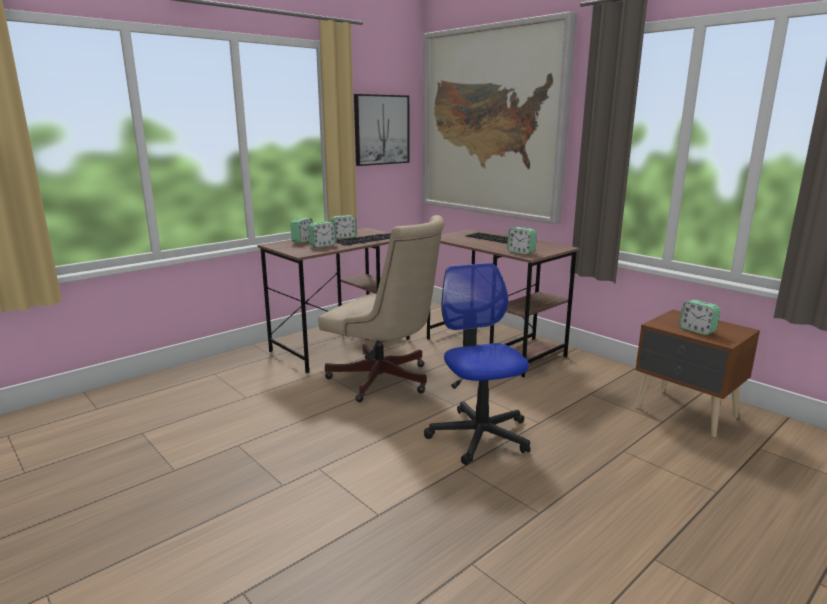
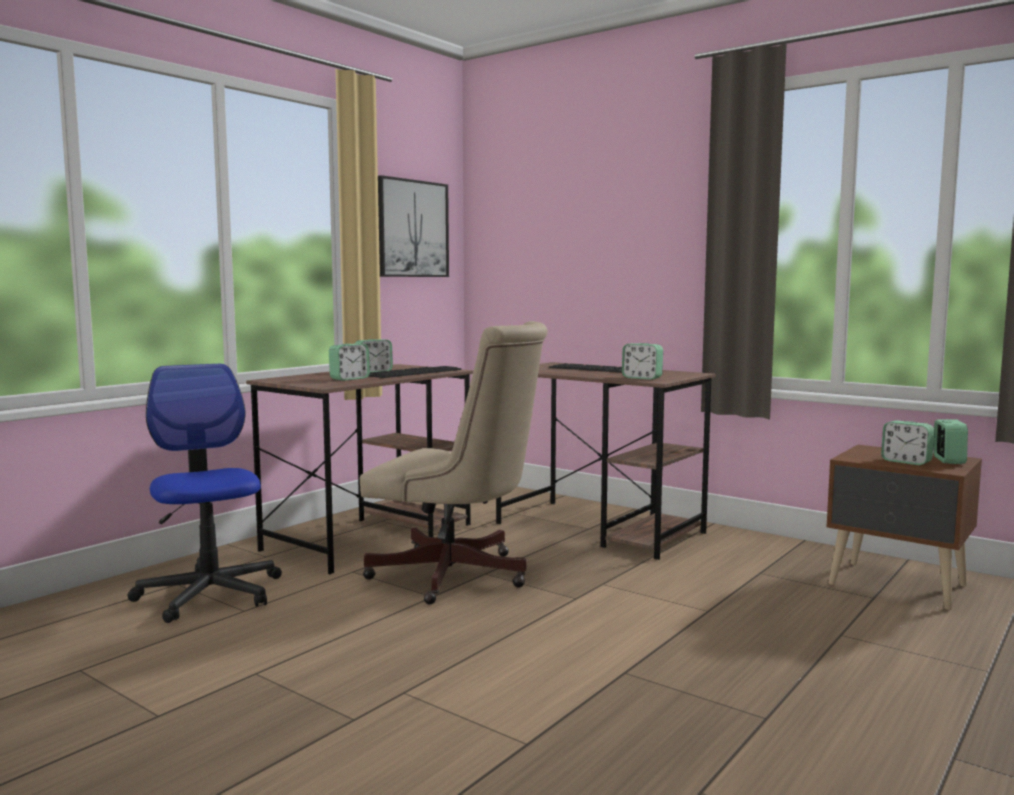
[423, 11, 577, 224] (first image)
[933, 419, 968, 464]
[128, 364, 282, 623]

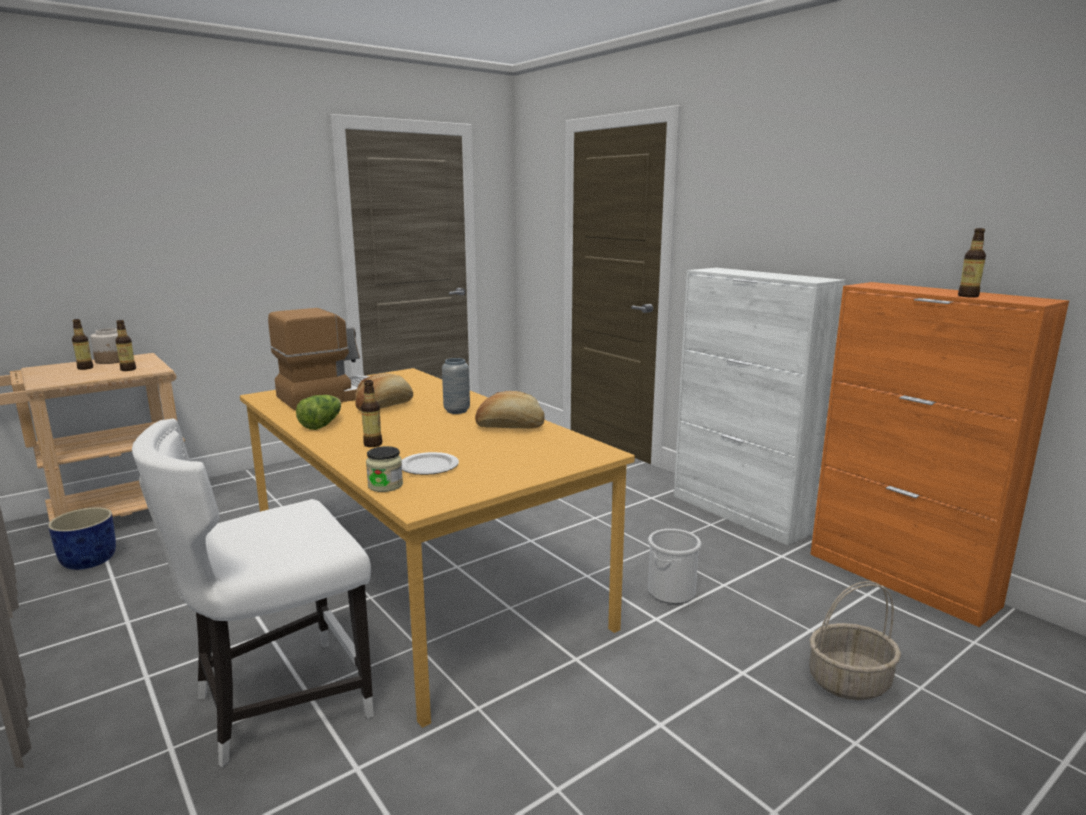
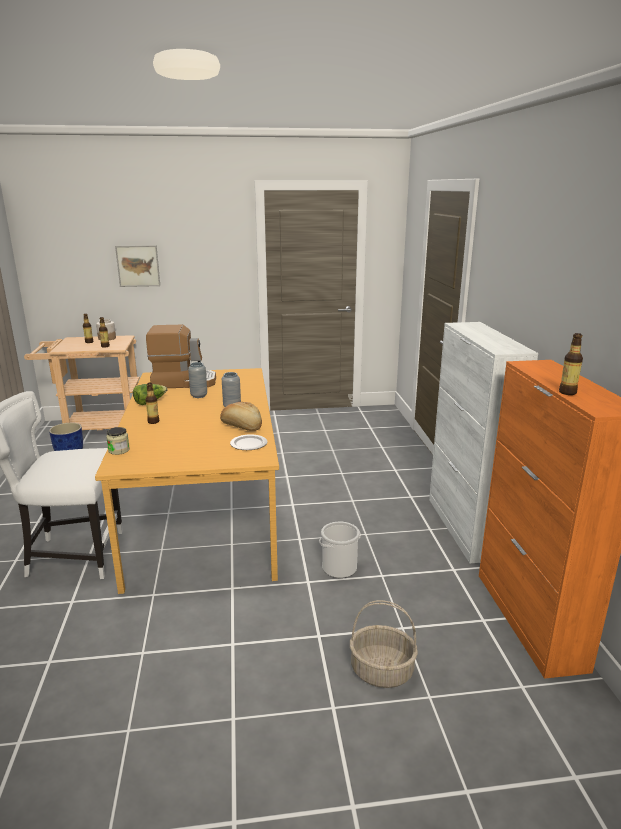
[188, 362, 207, 398]
[230, 434, 267, 450]
[115, 245, 160, 287]

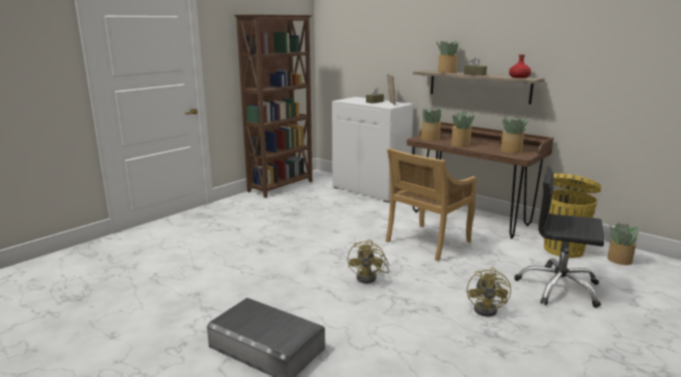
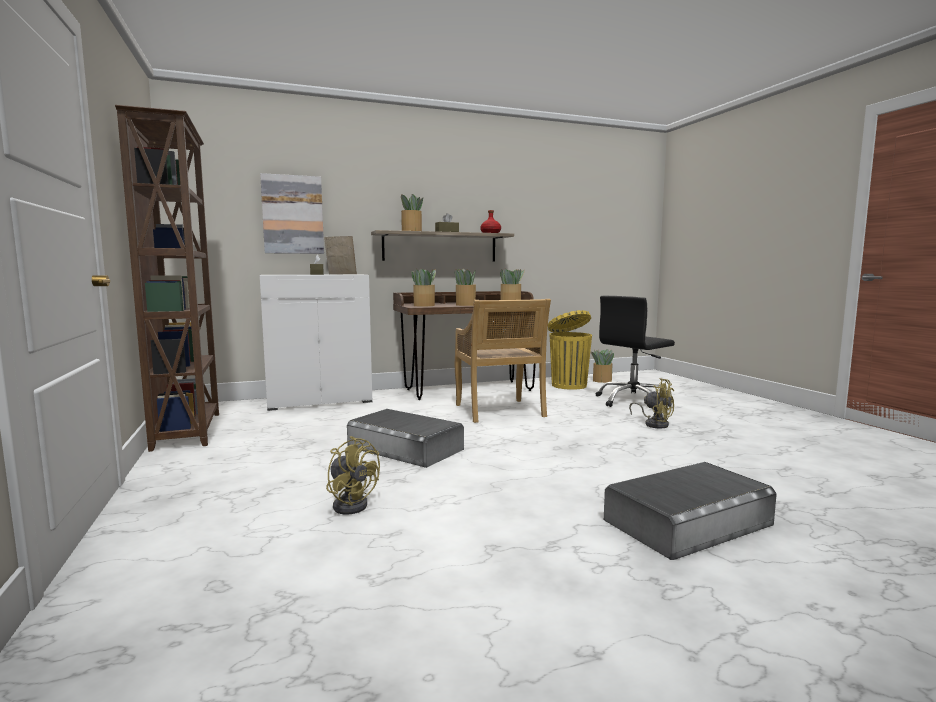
[326, 436, 380, 515]
[260, 173, 324, 254]
[347, 409, 464, 468]

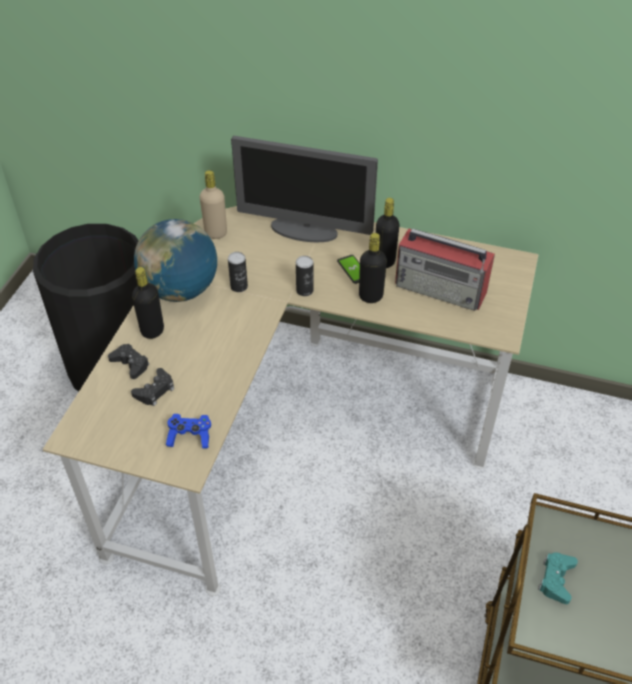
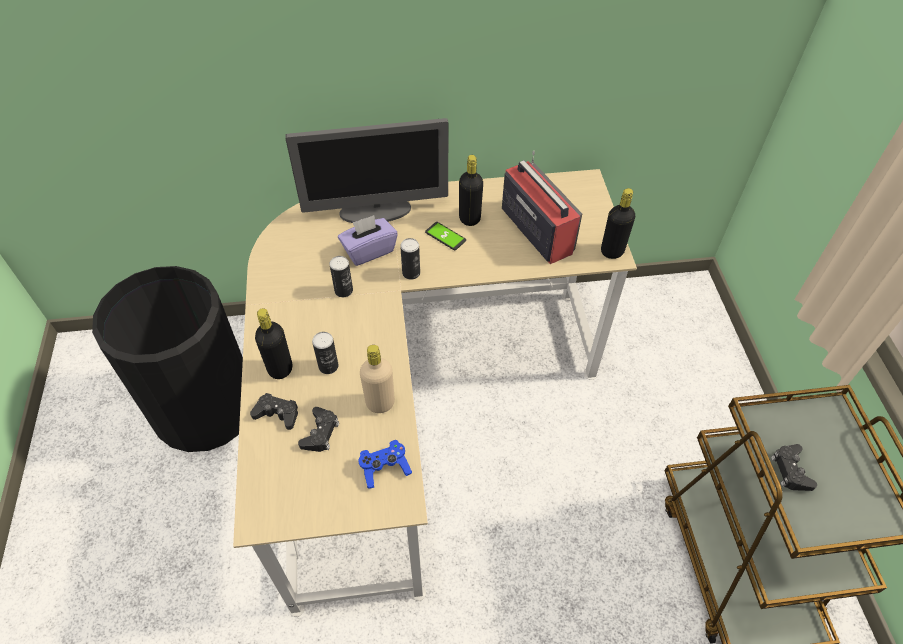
[360, 345, 395, 413]
[134, 219, 217, 302] (first image)
[502, 151, 582, 264]
[601, 188, 635, 259]
[771, 444, 817, 491]
[338, 215, 398, 266]
[312, 332, 338, 374]

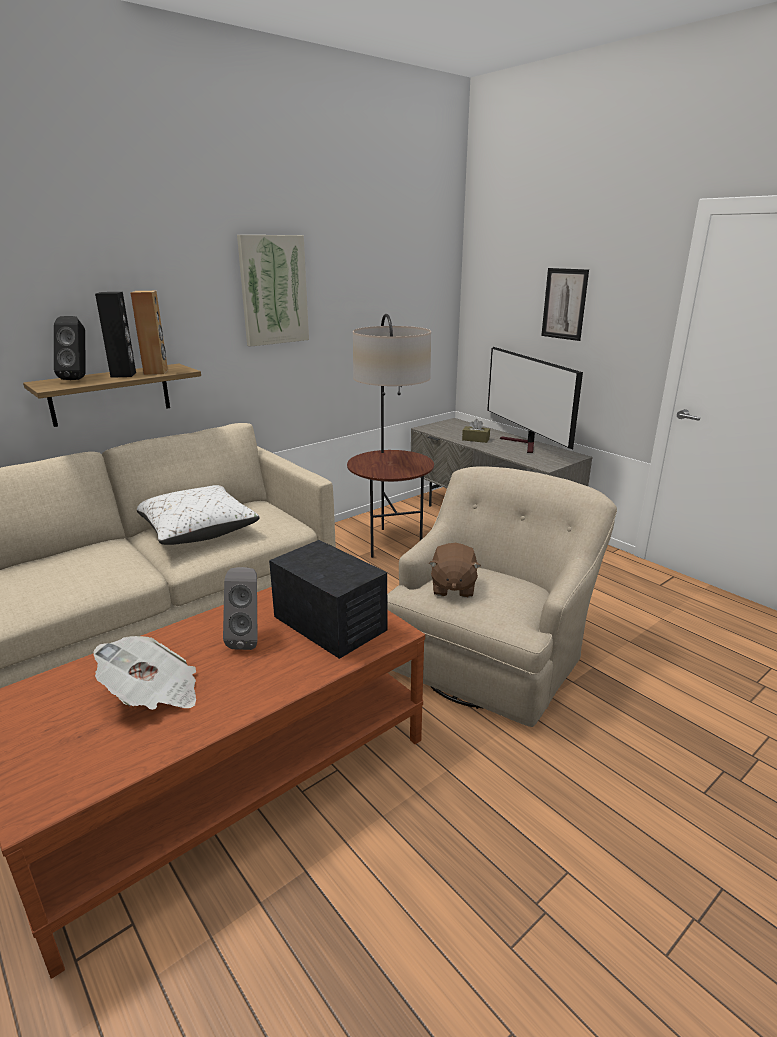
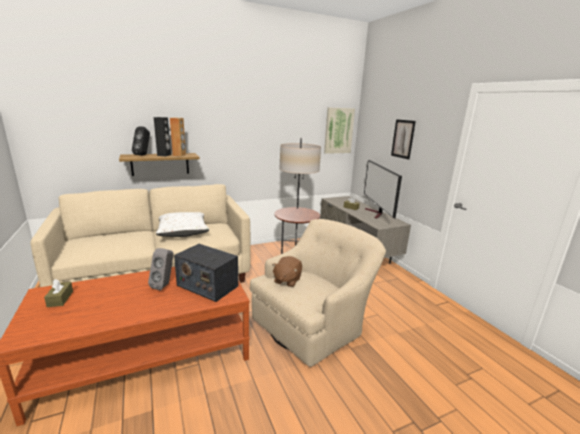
[324, 107, 355, 154]
[174, 244, 238, 302]
[93, 636, 196, 710] (first image)
[44, 279, 73, 307]

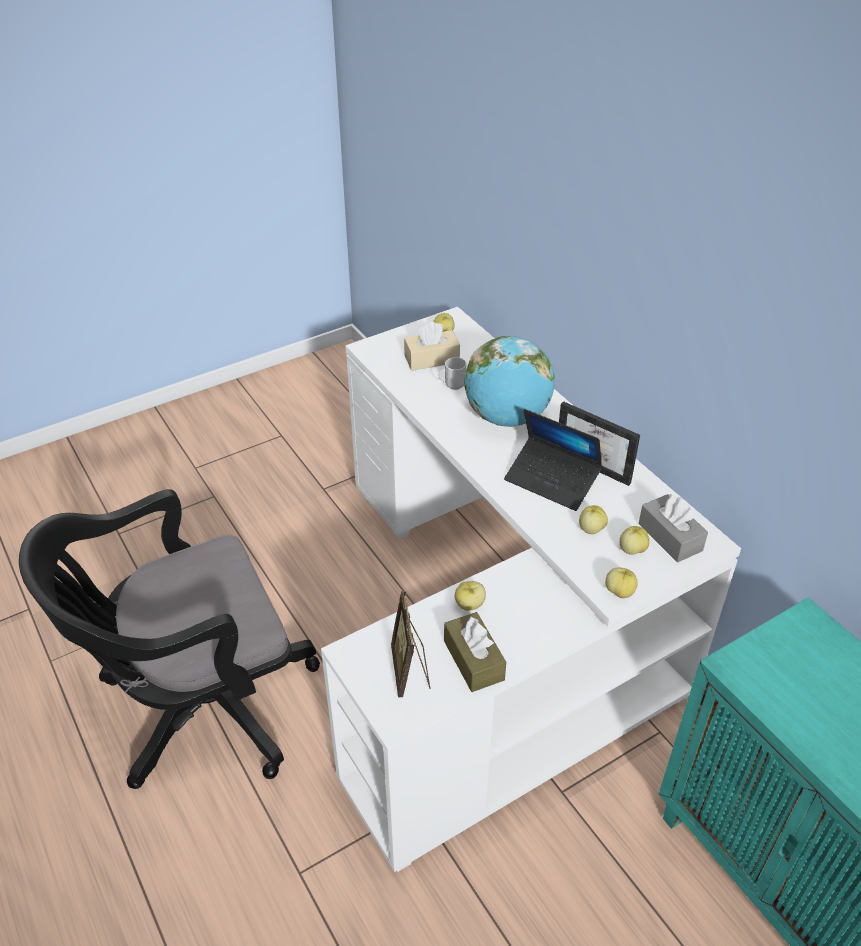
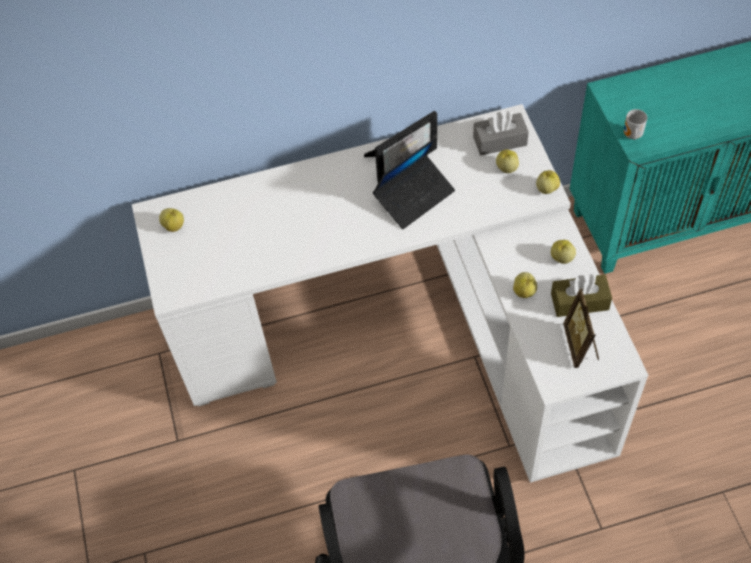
[404, 322, 460, 371] (first image)
[464, 336, 555, 427] (first image)
[624, 109, 647, 140]
[551, 240, 576, 264]
[563, 289, 599, 368]

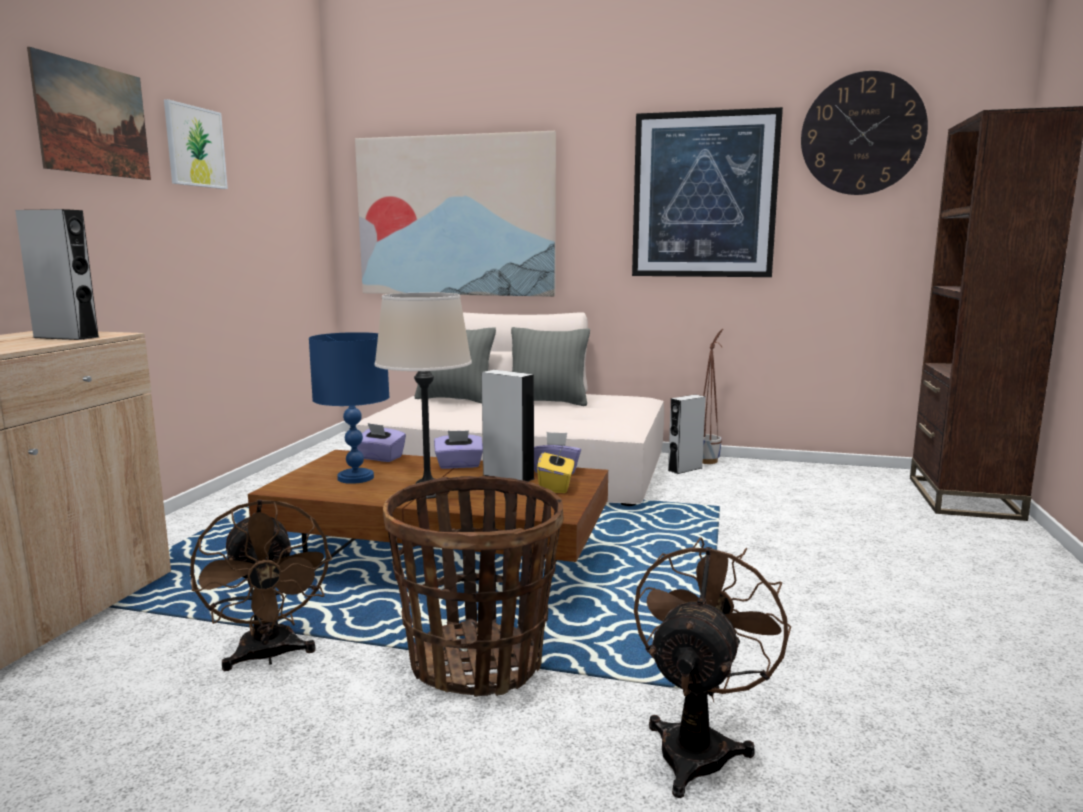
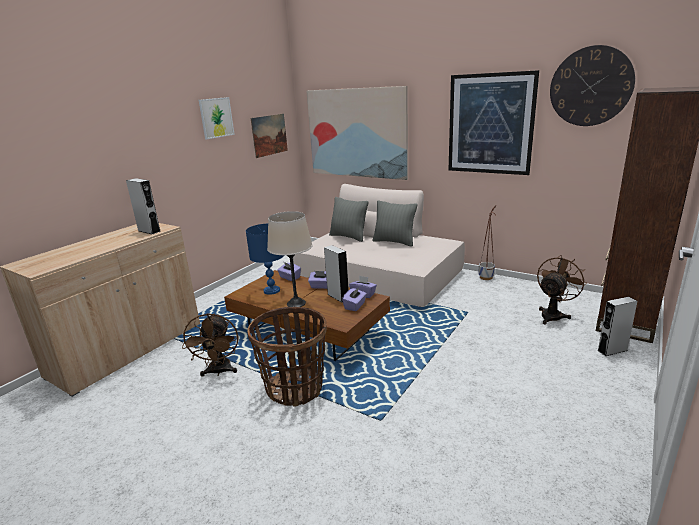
[251, 114, 288, 158]
[597, 297, 637, 356]
[342, 287, 367, 311]
[537, 255, 587, 324]

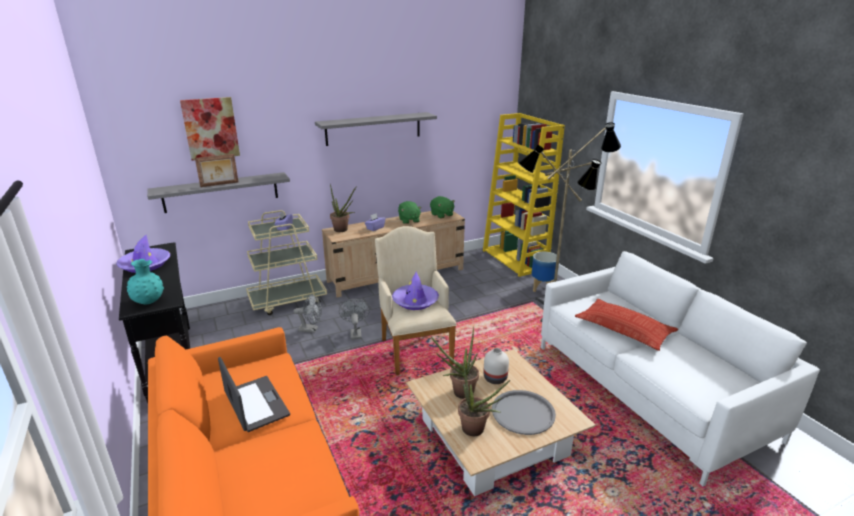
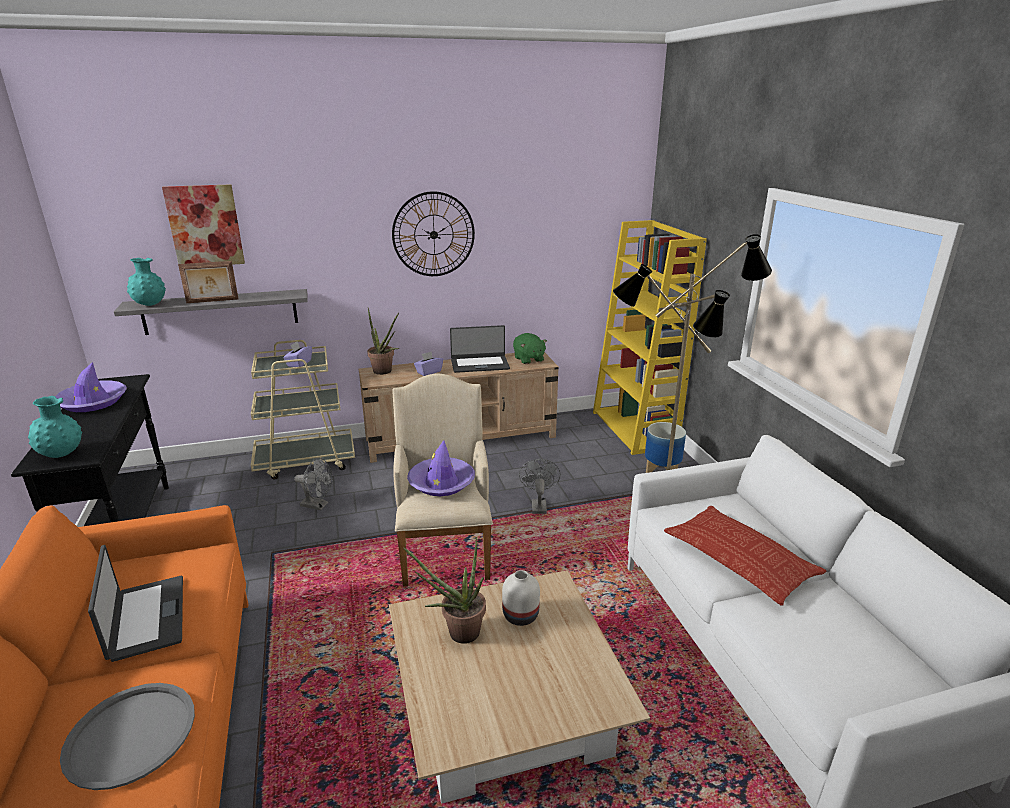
[392, 191, 475, 276]
[450, 325, 510, 373]
[519, 459, 560, 514]
[458, 361, 510, 436] (first image)
[60, 683, 195, 790]
[127, 258, 166, 306]

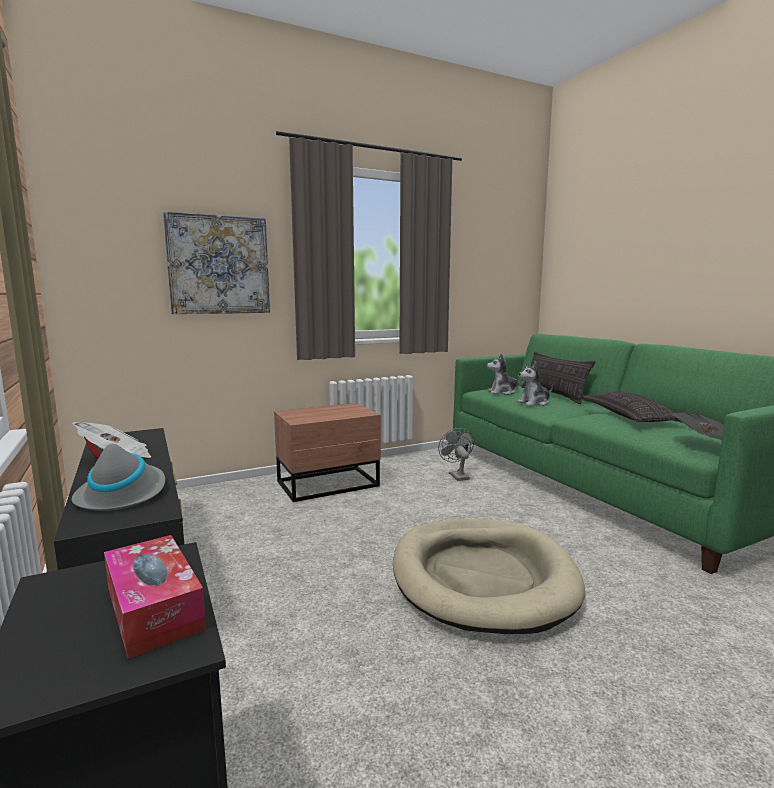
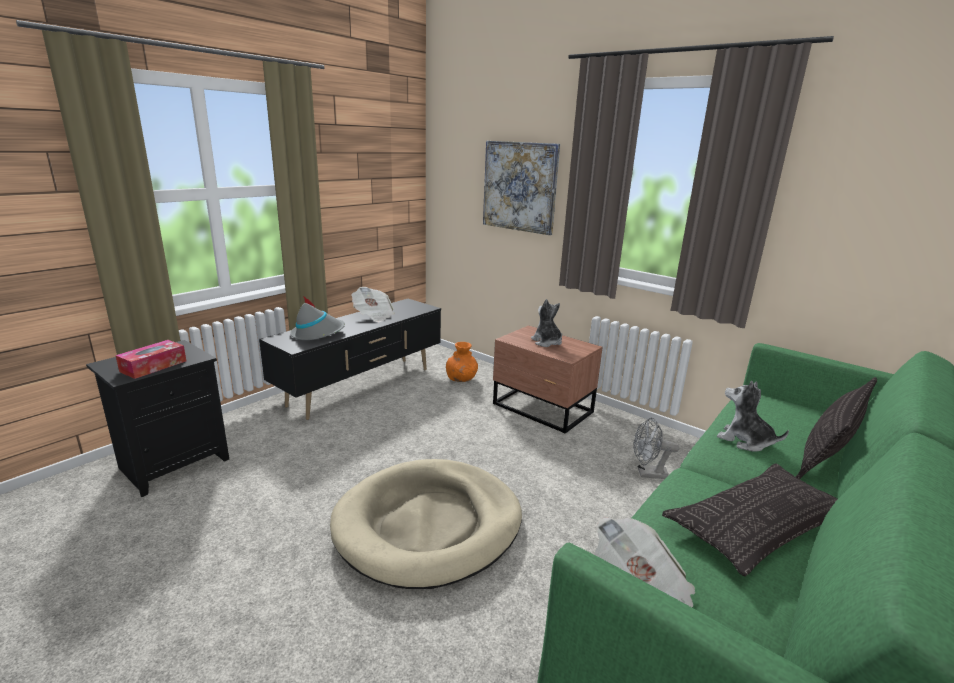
[531, 299, 562, 347]
[633, 418, 680, 479]
[446, 342, 478, 382]

